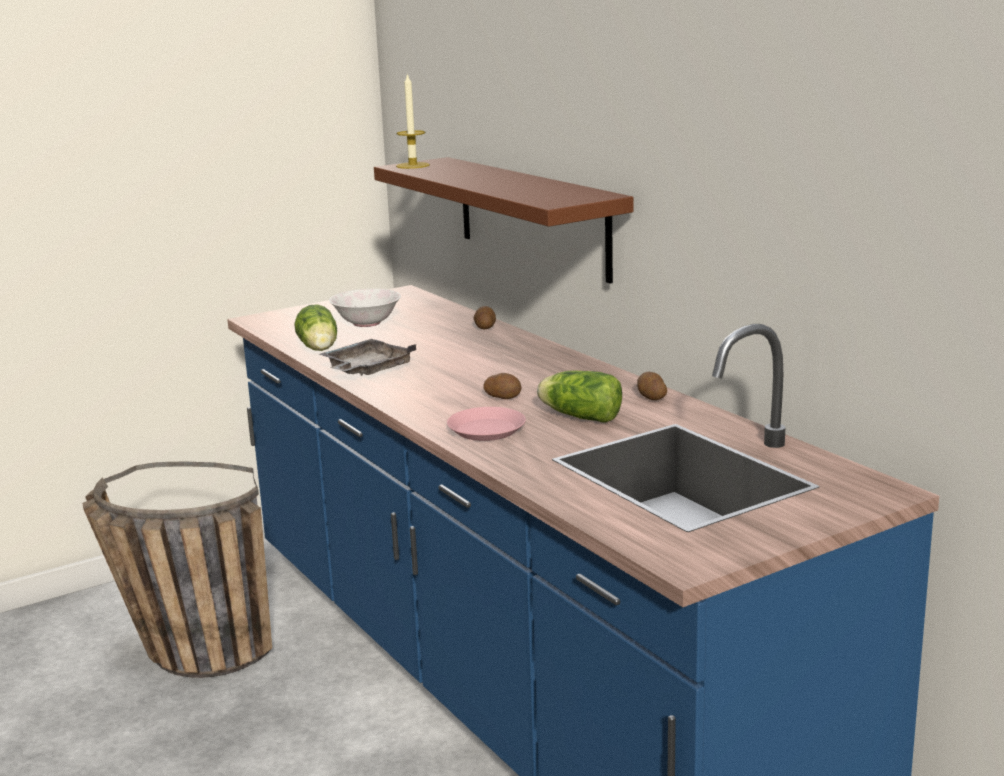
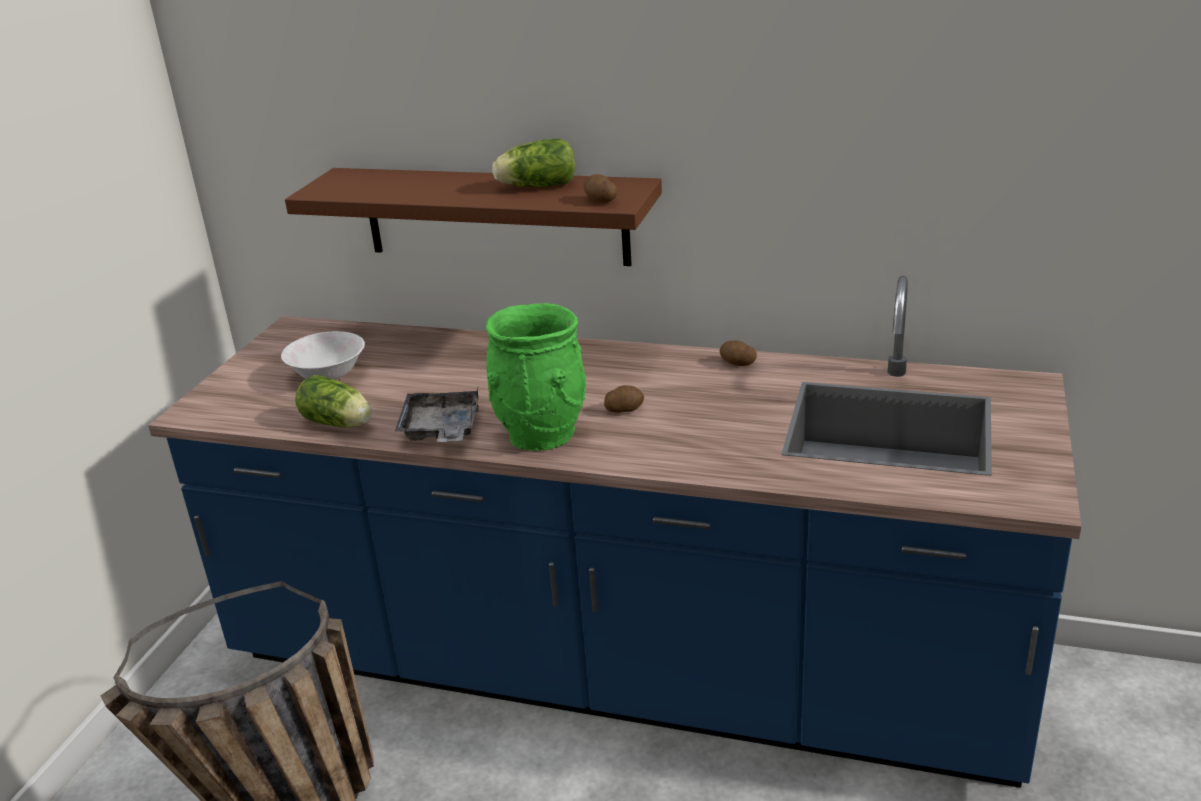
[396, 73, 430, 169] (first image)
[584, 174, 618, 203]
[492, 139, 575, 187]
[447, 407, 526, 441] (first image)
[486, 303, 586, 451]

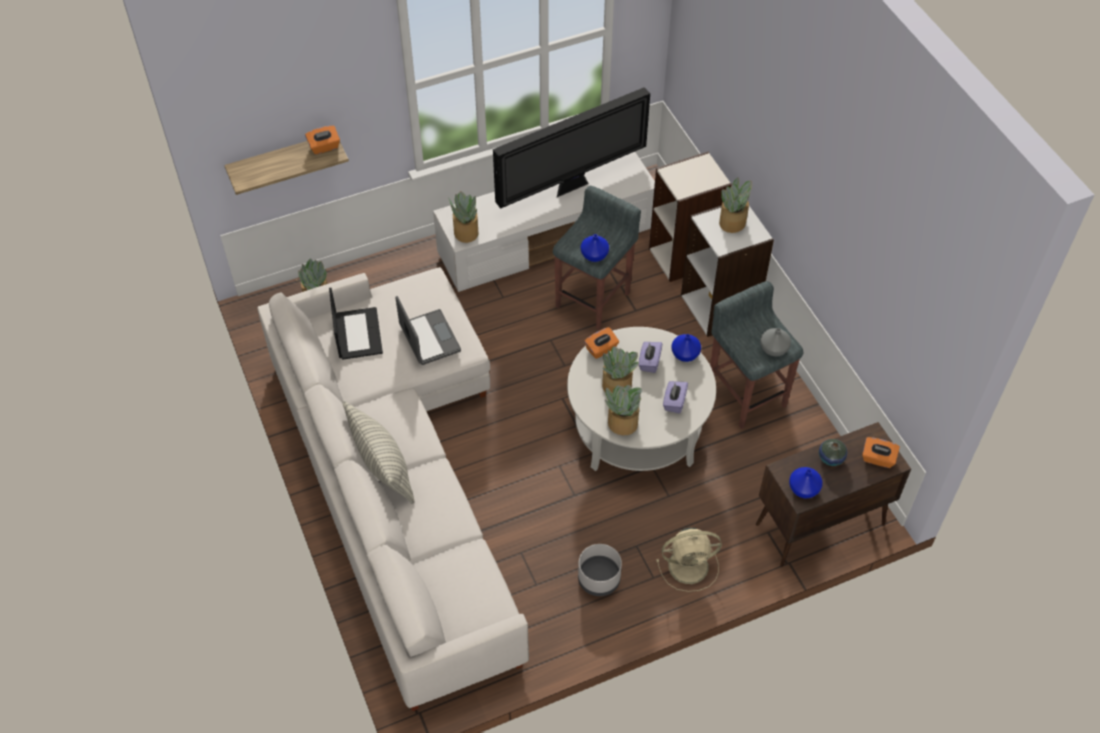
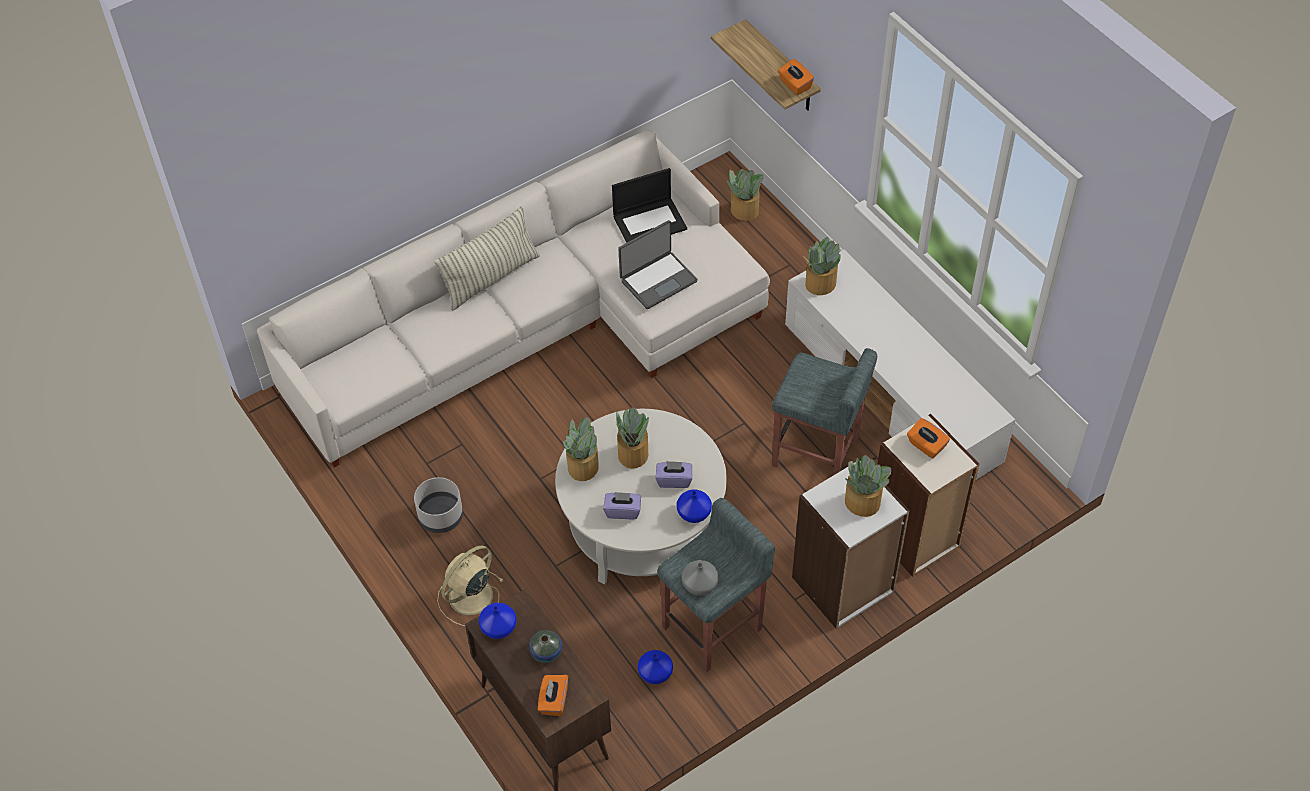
[493, 87, 650, 209] (first image)
[638, 650, 673, 684]
[907, 418, 950, 458]
[437, 545, 504, 626]

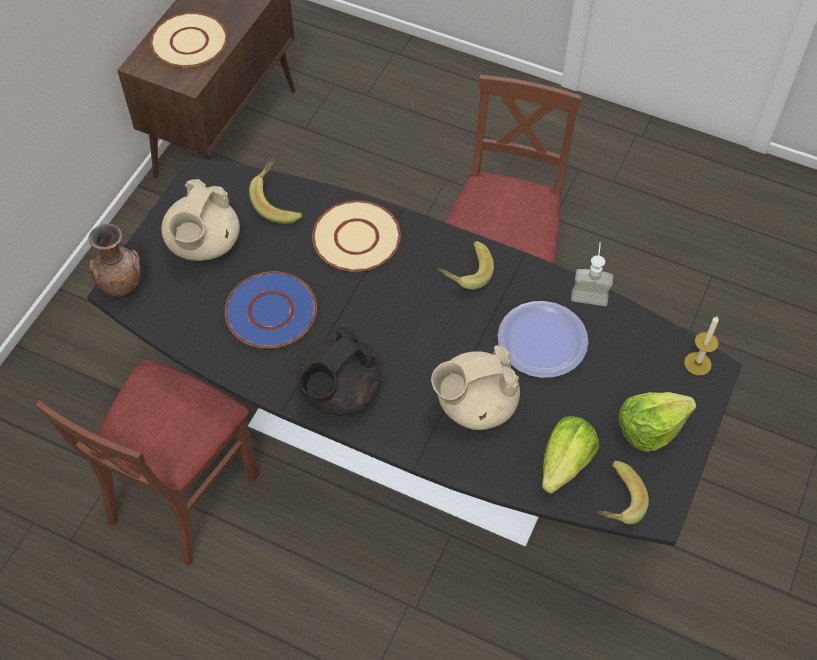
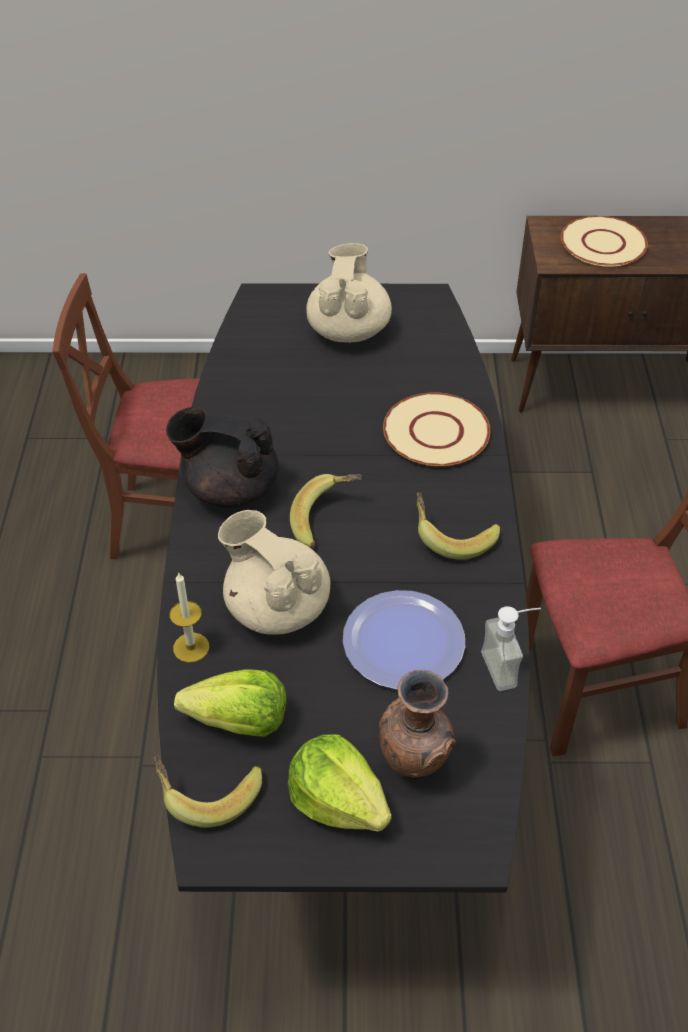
[290, 474, 362, 548]
[306, 243, 392, 343]
[379, 670, 456, 781]
[225, 271, 317, 348] (first image)
[170, 573, 209, 663]

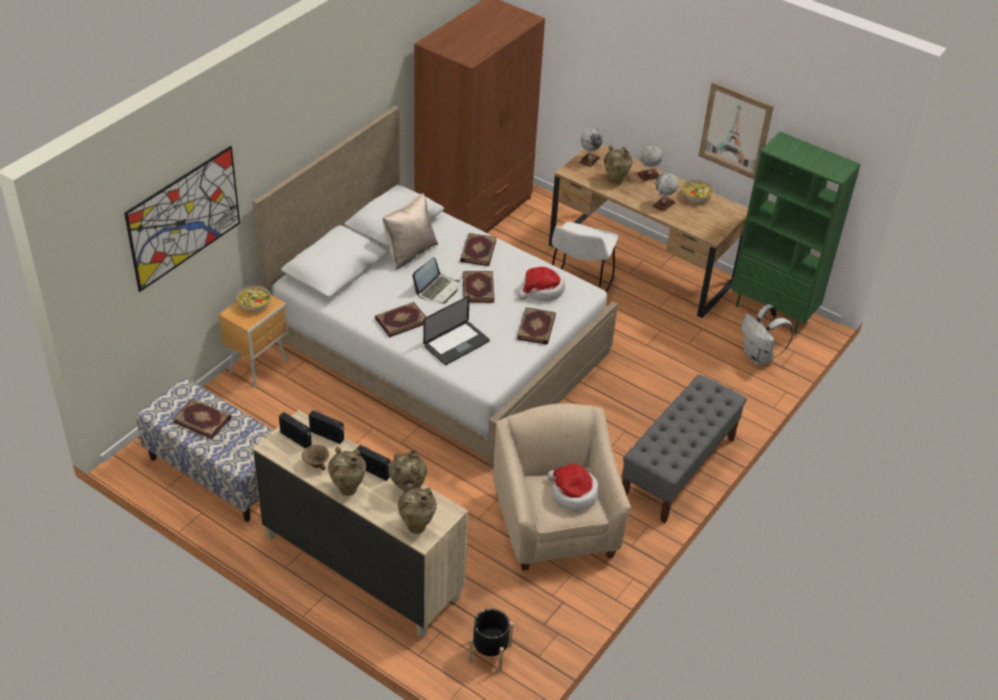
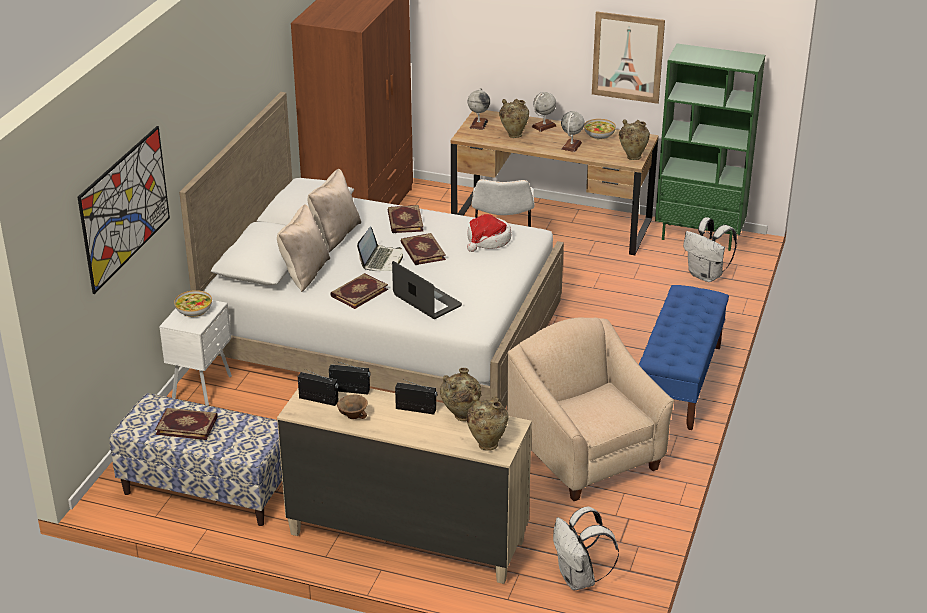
[159, 300, 232, 406]
[392, 261, 462, 319]
[517, 307, 556, 345] (first image)
[639, 285, 729, 430]
[619, 119, 650, 160]
[547, 463, 599, 511] (first image)
[553, 506, 619, 590]
[277, 204, 330, 292]

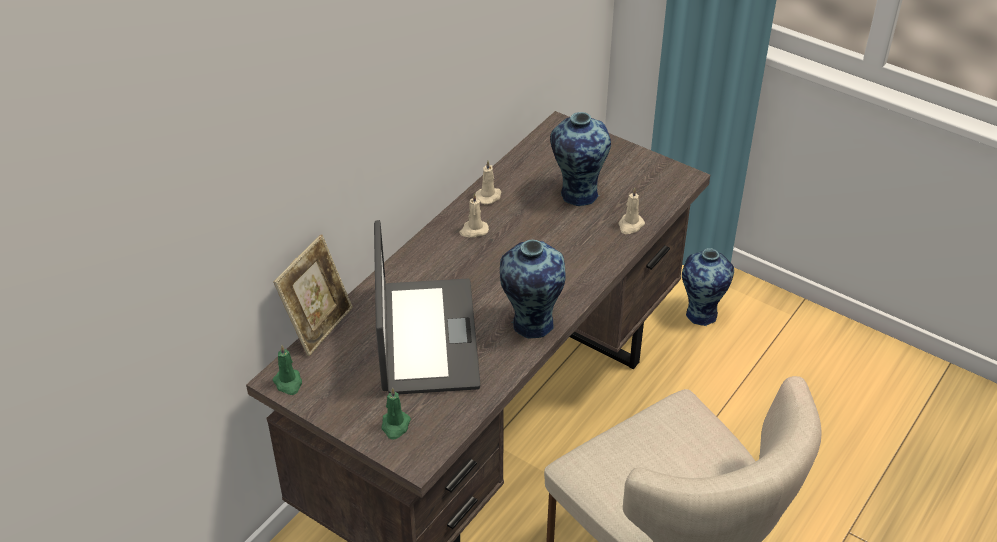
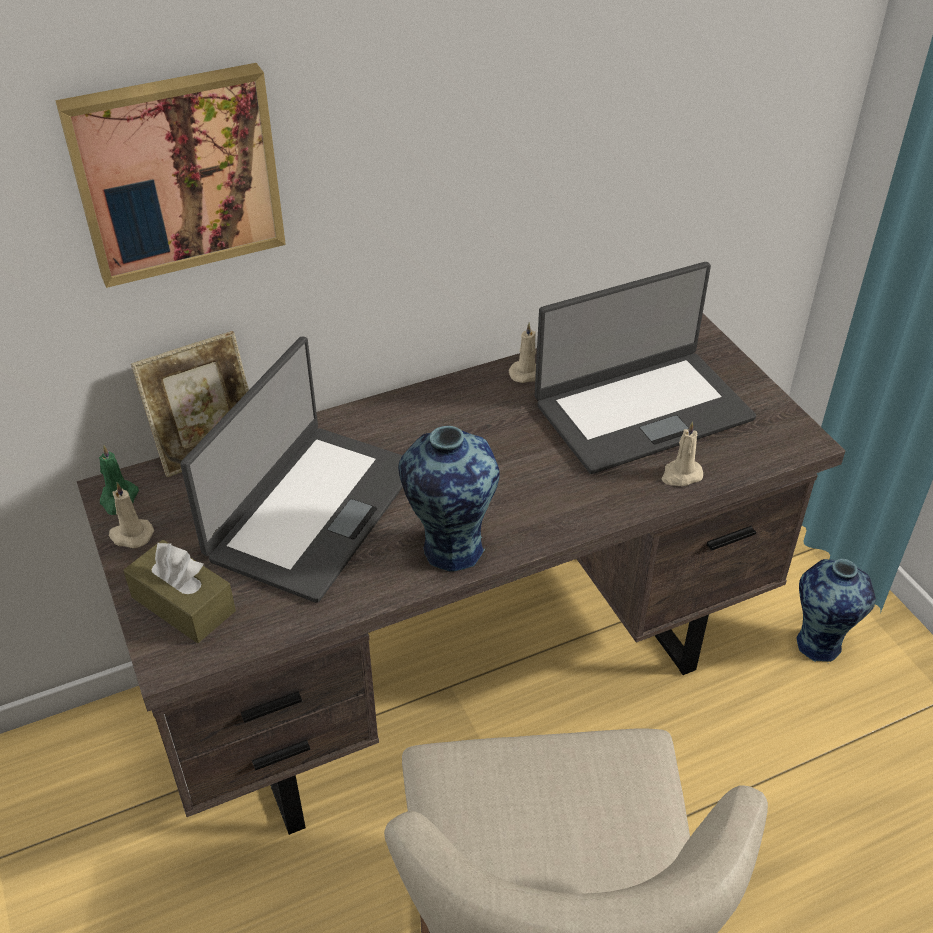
[535, 262, 756, 474]
[109, 482, 154, 548]
[123, 540, 236, 643]
[55, 63, 286, 288]

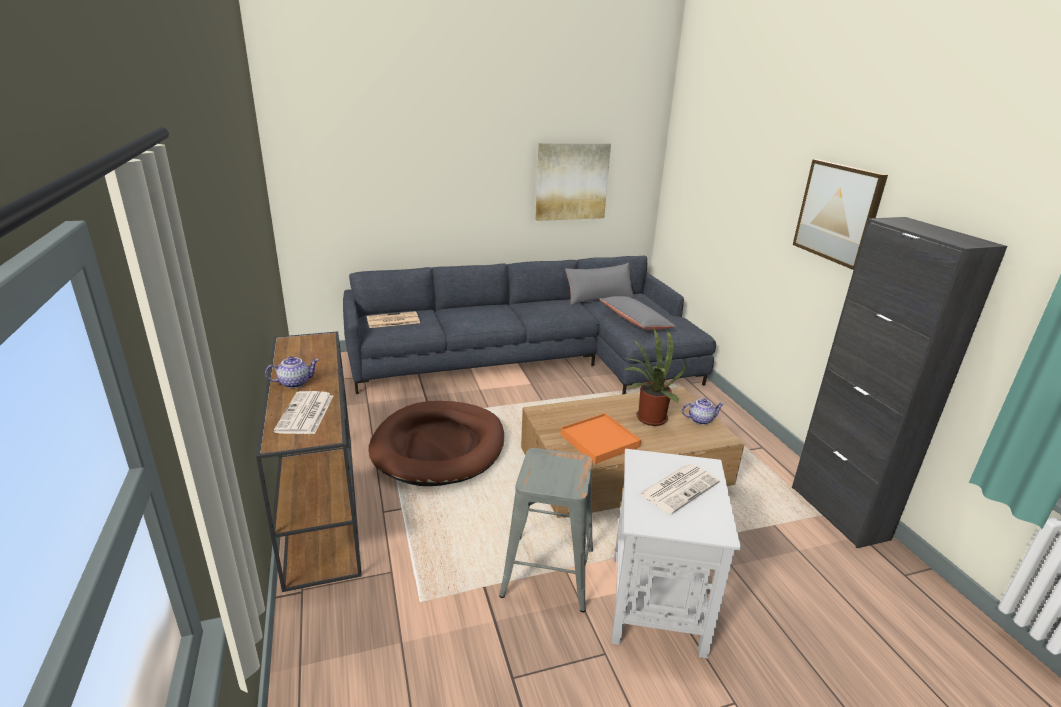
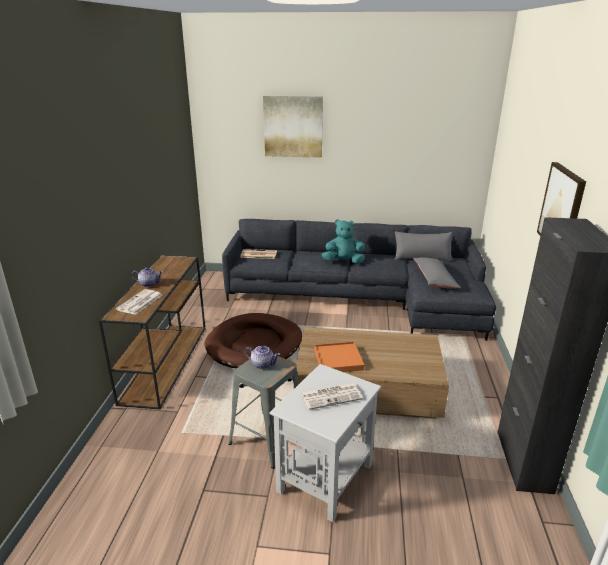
[263, 96, 323, 158]
[624, 329, 687, 426] (first image)
[244, 346, 280, 369]
[322, 219, 365, 264]

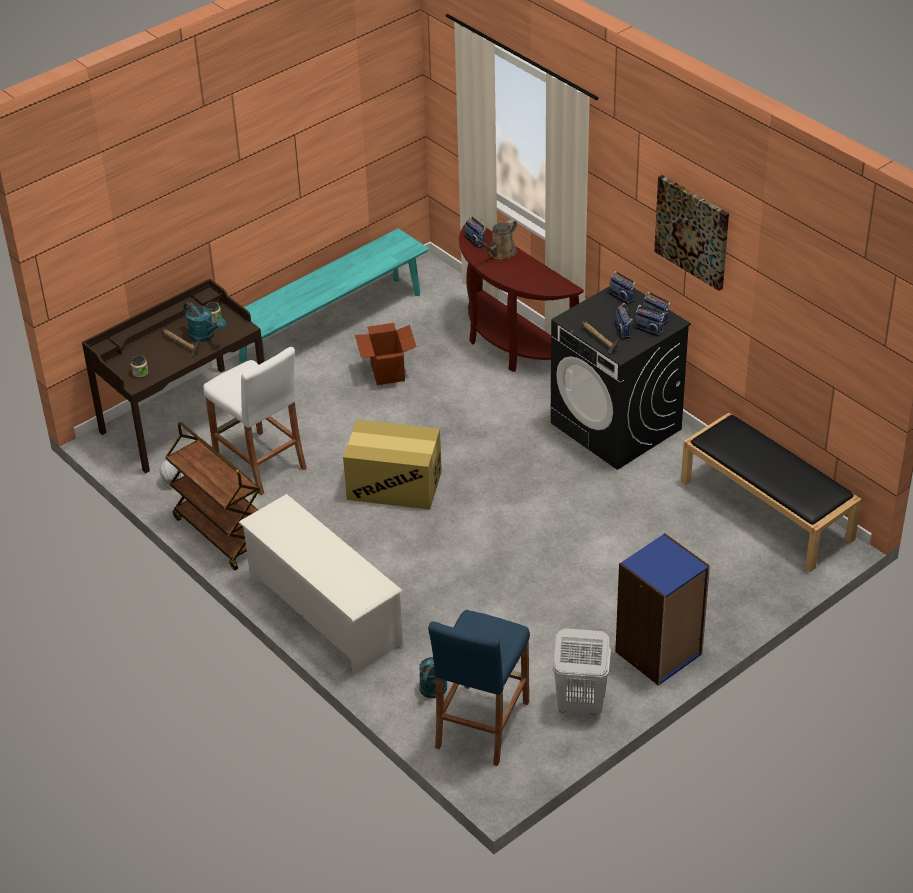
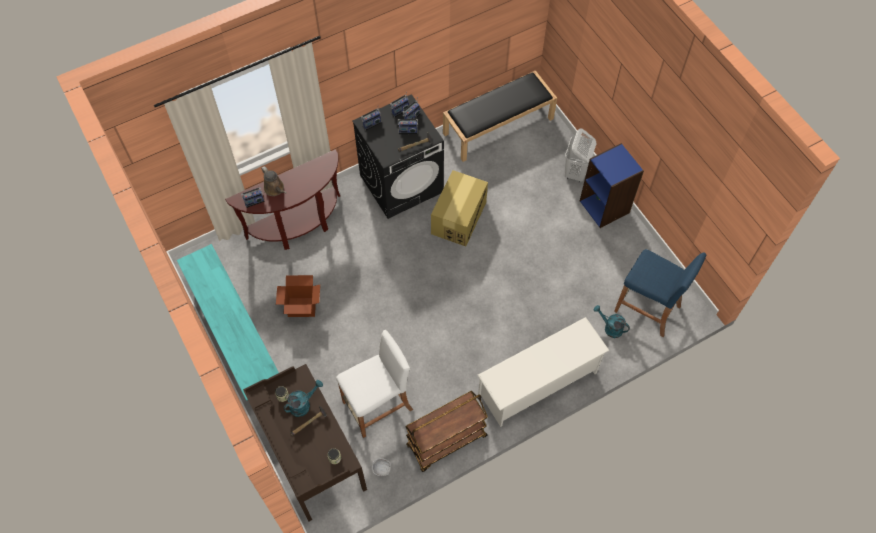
[654, 175, 729, 291] (first image)
[431, 170, 488, 247]
[565, 128, 596, 183]

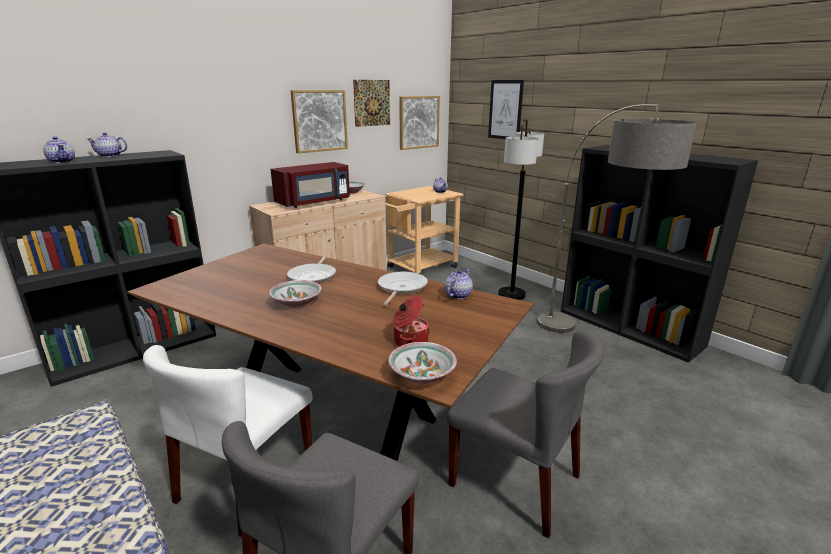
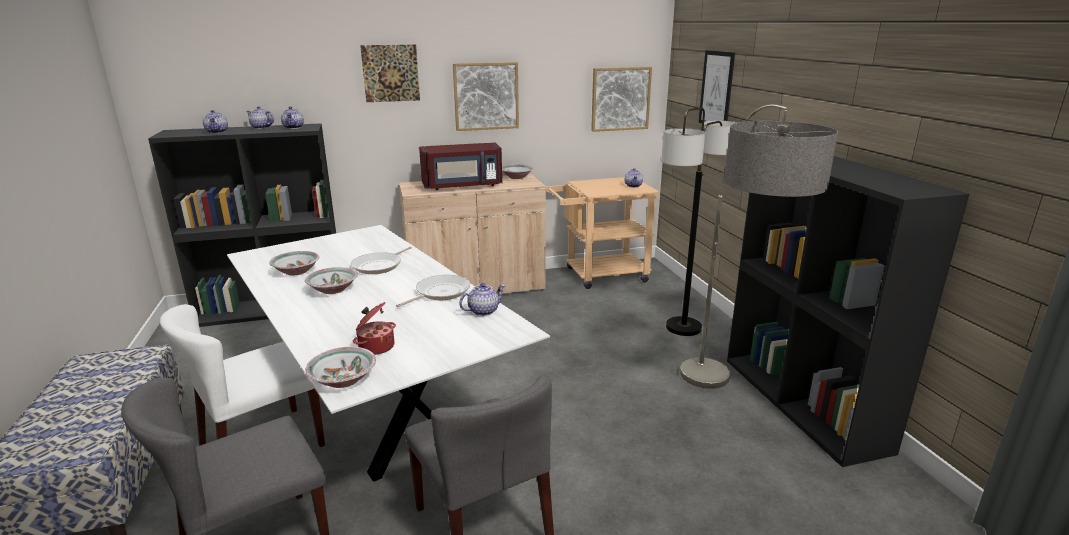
[360, 45, 420, 102]
[227, 225, 550, 482]
[281, 106, 304, 129]
[269, 251, 319, 275]

